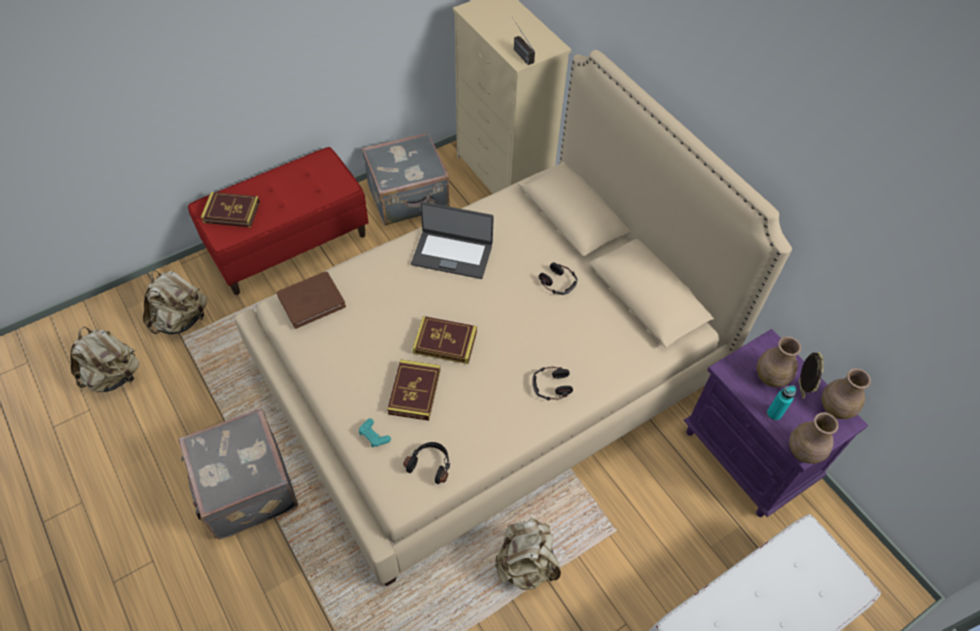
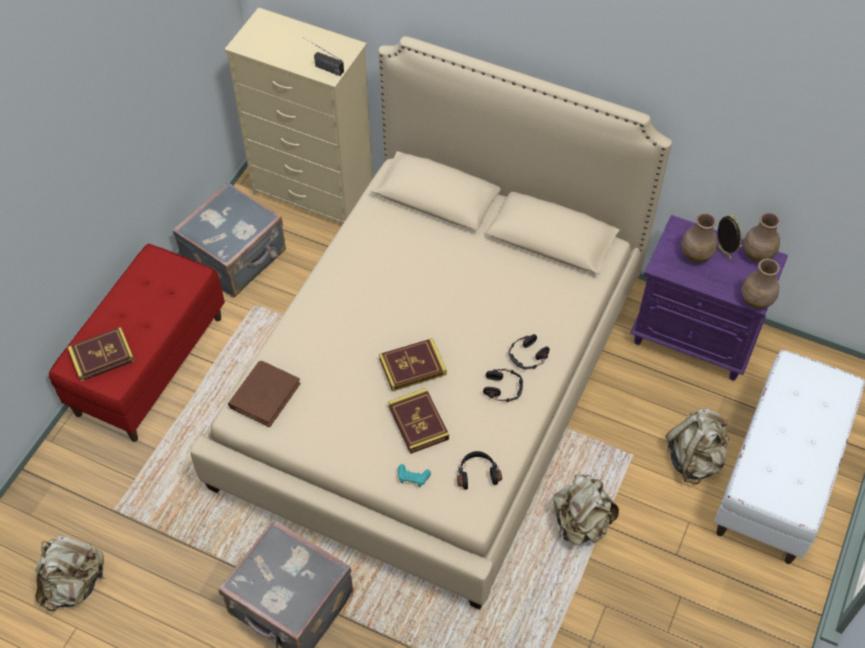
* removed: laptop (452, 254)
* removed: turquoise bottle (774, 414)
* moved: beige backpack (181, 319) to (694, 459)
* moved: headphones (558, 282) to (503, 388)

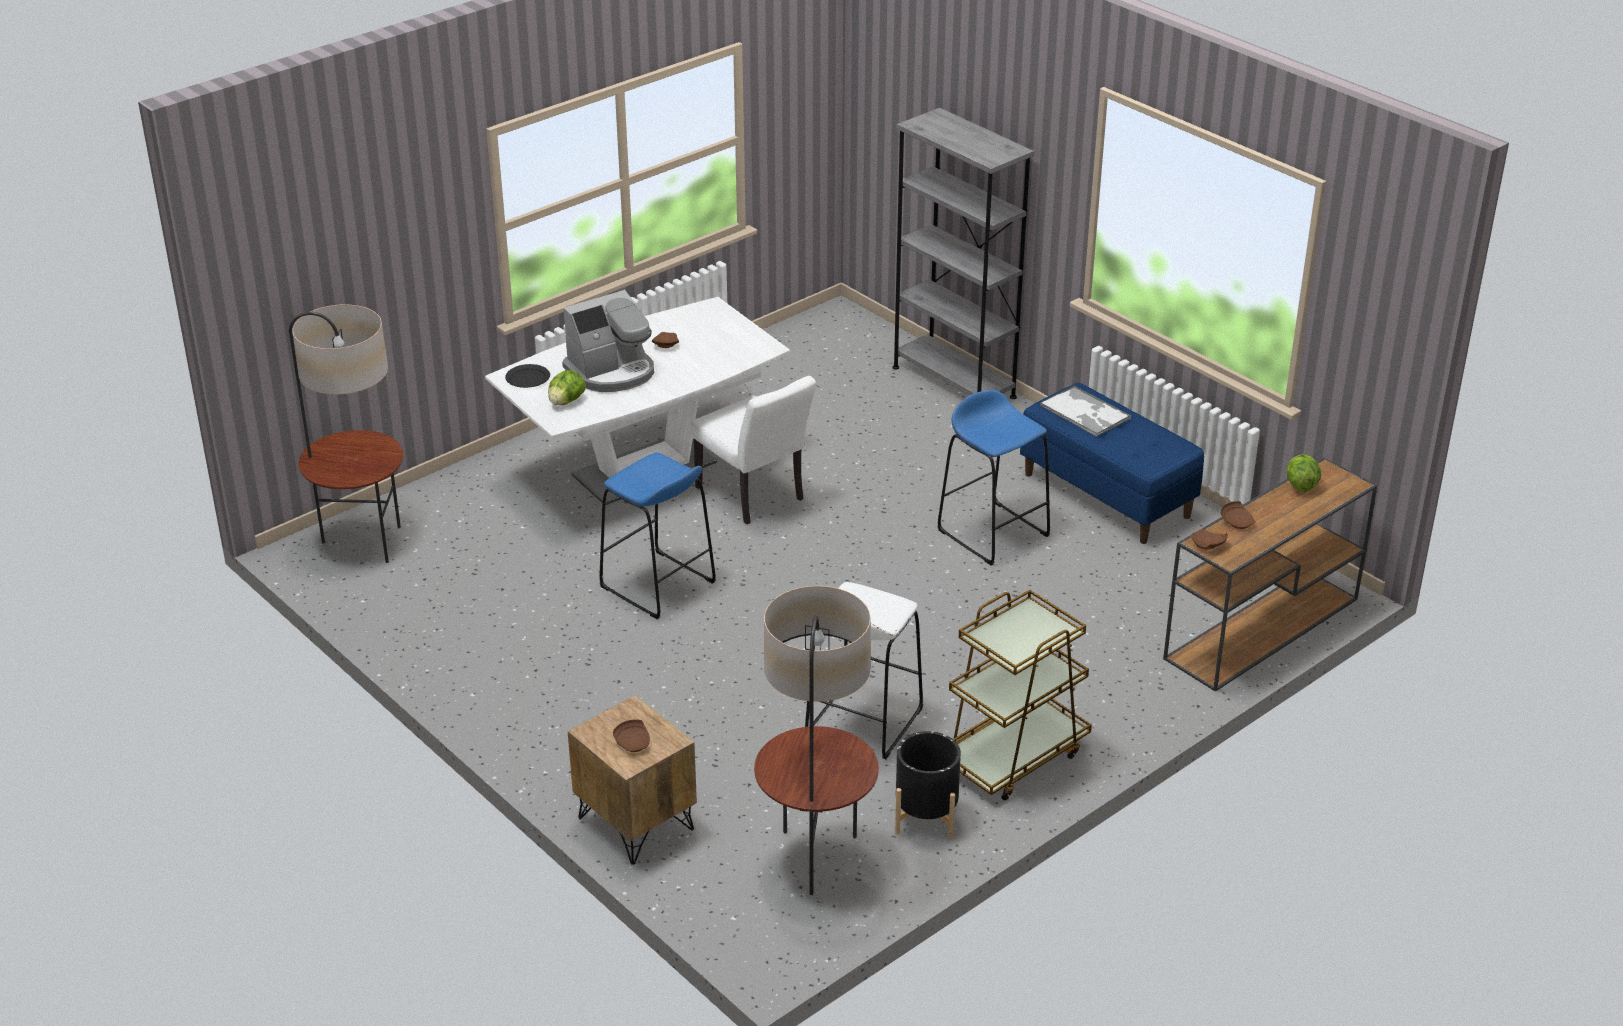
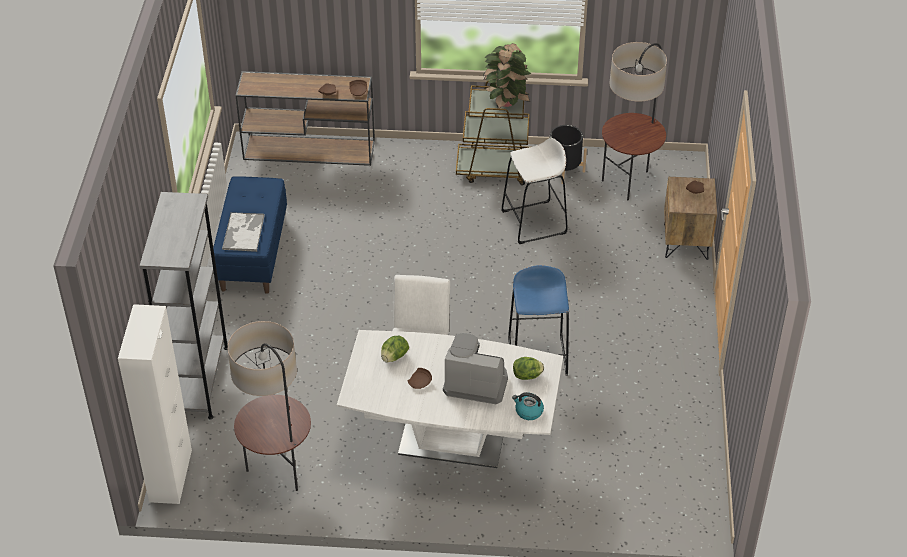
* removed: blue stool (993, 532)
* added: white cabinet (170, 476)
* added: potted plant (506, 103)
* moved: floor lamp (363, 543) to (278, 472)
* moved: lettuce (1300, 485) to (394, 357)
* replaced: black plate (527, 378) to kettle (528, 411)

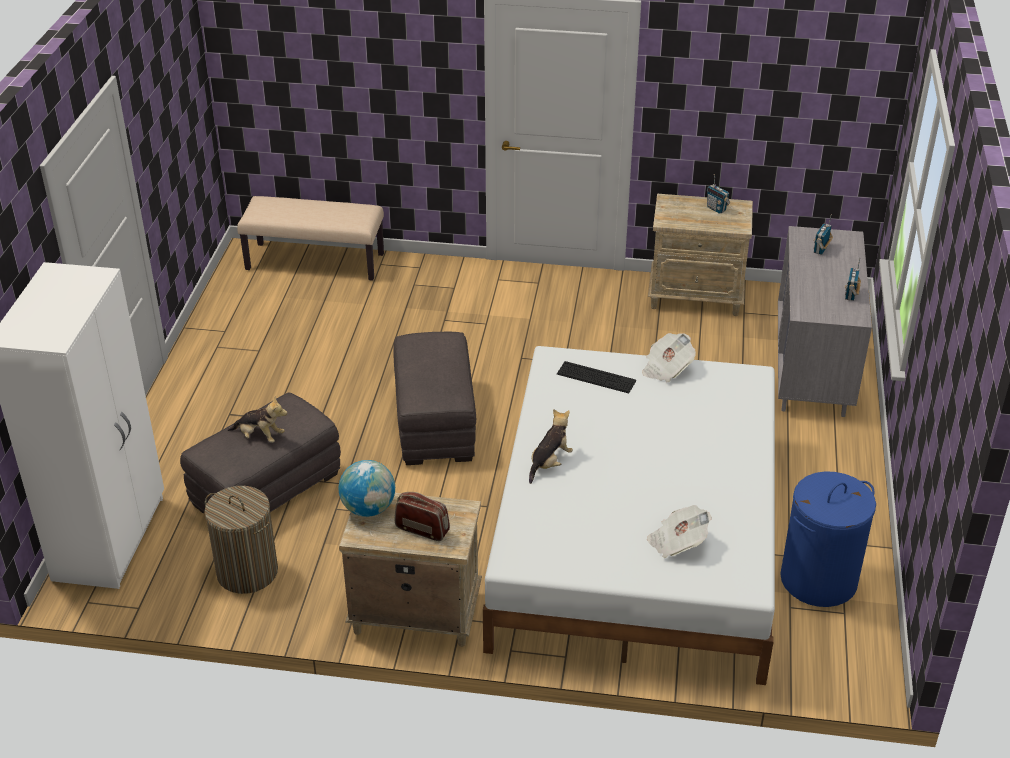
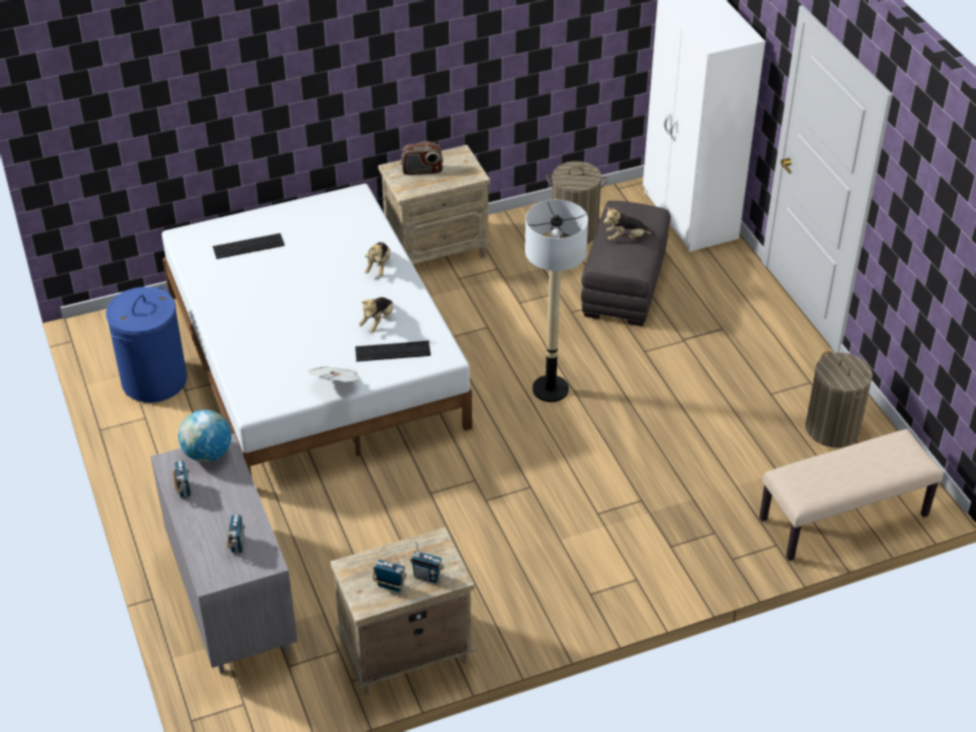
* added: plush toy (377, 322)
* added: radio (427, 576)
* added: laundry basket (832, 429)
* moved: globe (368, 508) to (207, 454)
* replaced: grey ottoman (434, 422) to floor lamp (550, 389)
* replaced: newspaper (677, 542) to keyboard (248, 246)

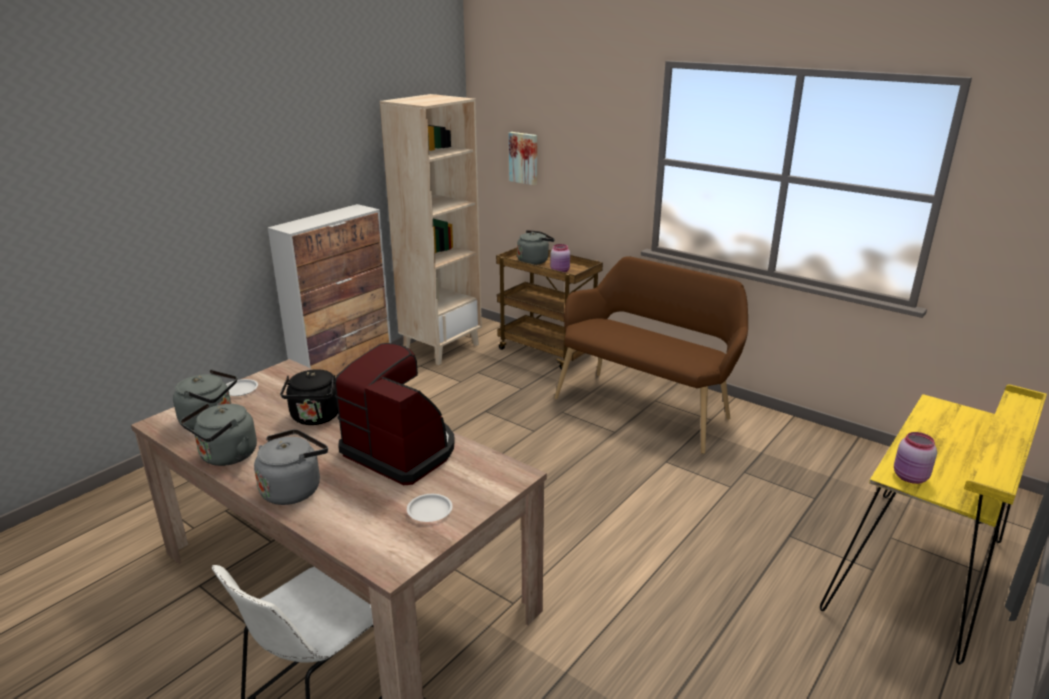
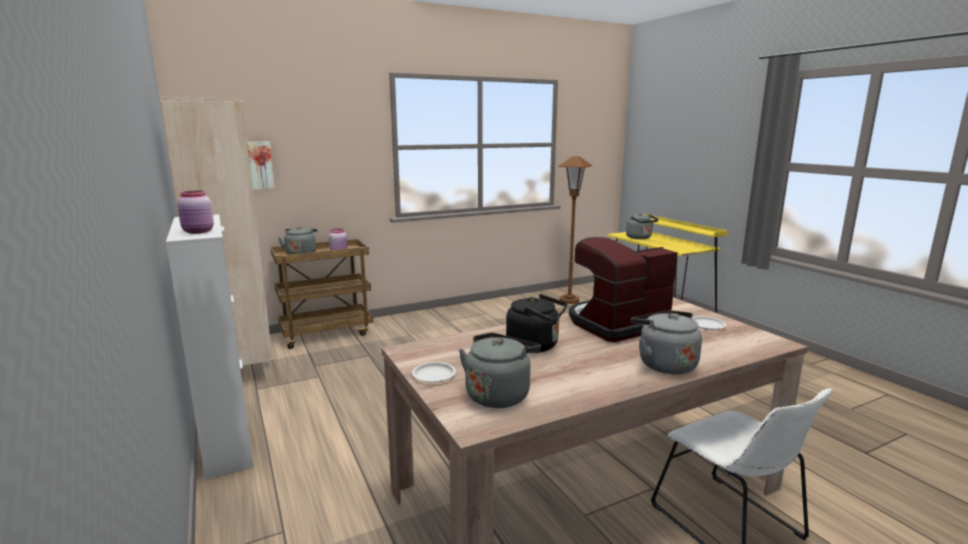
* removed: brown bench (647, 406)
* added: brown floor lamp (569, 300)
* moved: grey kettle (226, 457) to (640, 238)
* moved: pink jar (910, 478) to (198, 232)

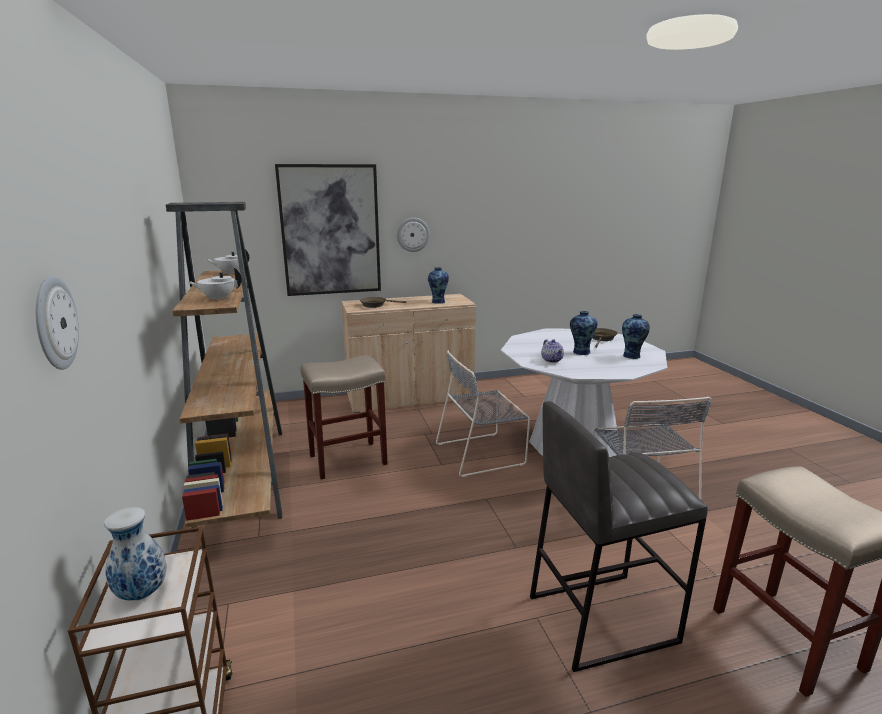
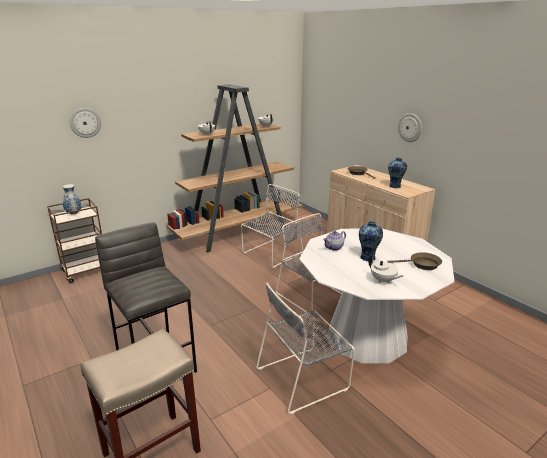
* removed: picture (330, 230)
* replaced: beige stool (348, 459) to grey chair (271, 254)
* replaced: vase (632, 356) to white teapot (383, 280)

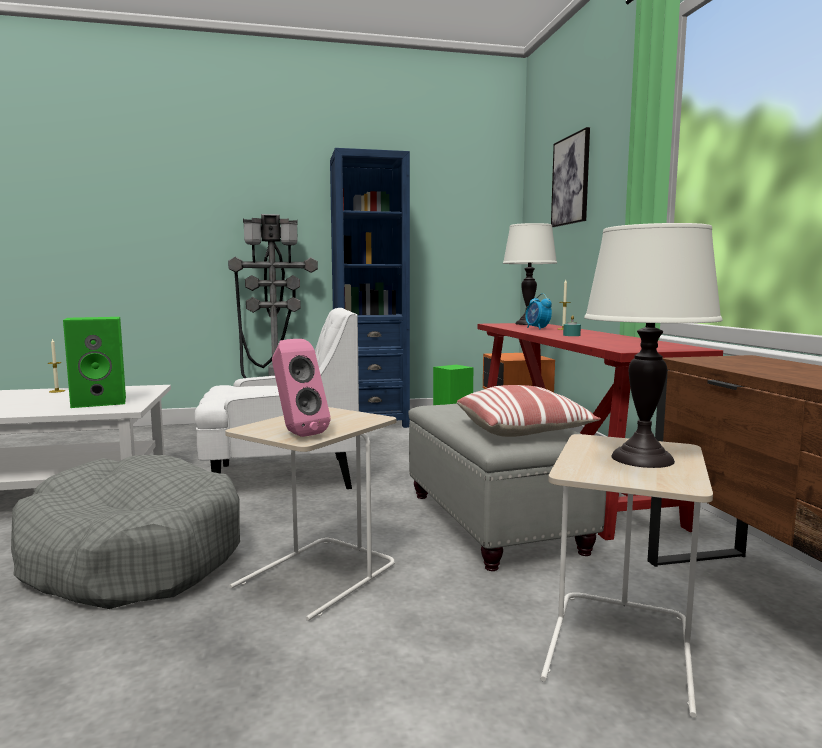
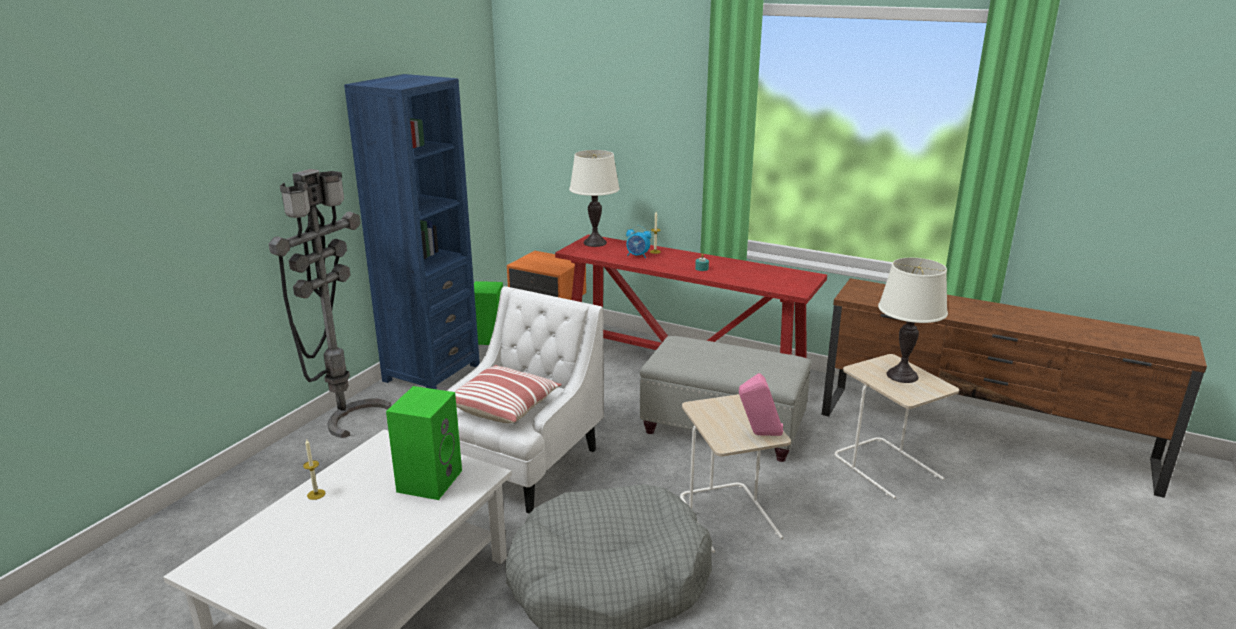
* removed: picture (571, 180)
* moved: pillow (523, 431) to (504, 406)

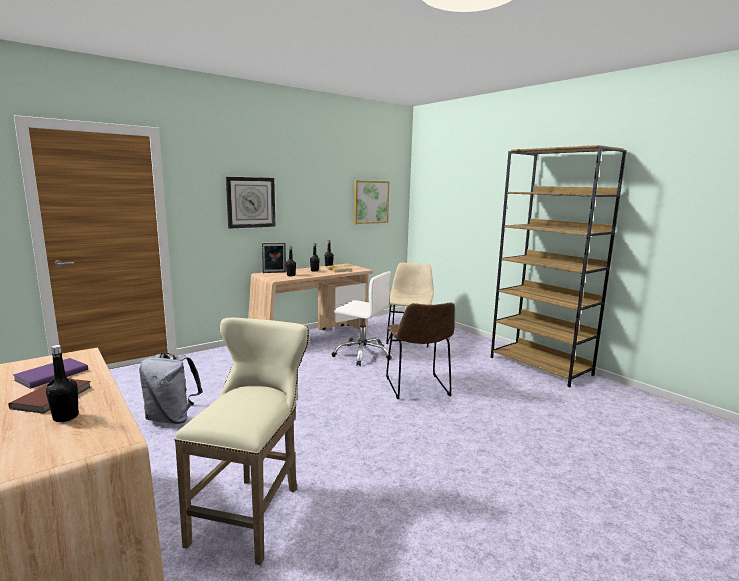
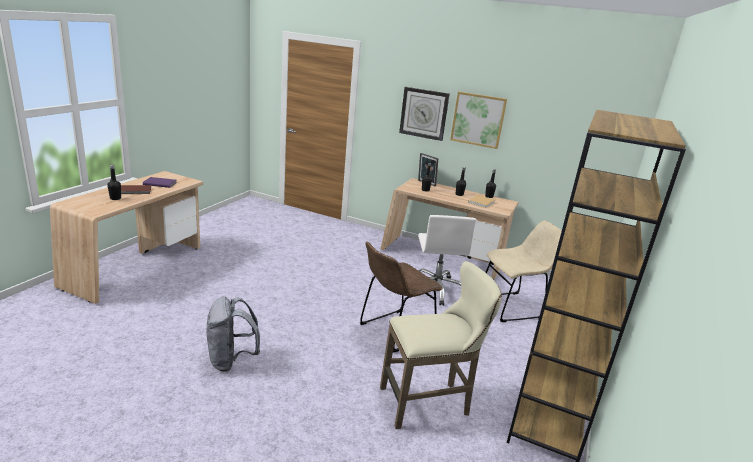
* moved: grey backpack (172, 418) to (231, 360)
* moved: beige stool (252, 511) to (429, 403)
* moved: picture (370, 202) to (478, 120)

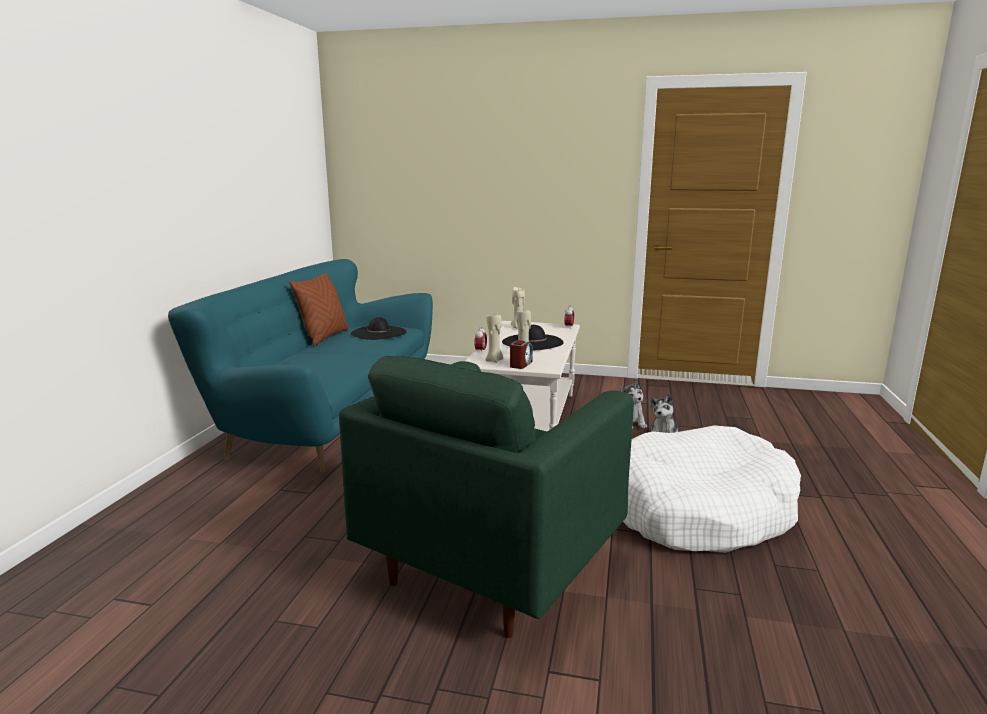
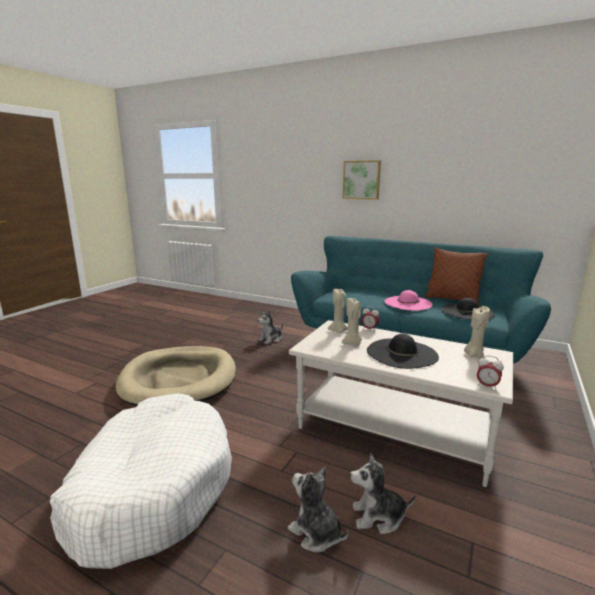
* removed: alarm clock (521, 364)
* added: plush toy (270, 339)
* added: picture (361, 180)
* added: pink hat (408, 303)
* replaced: green armchair (491, 566) to beige dog bed (179, 380)

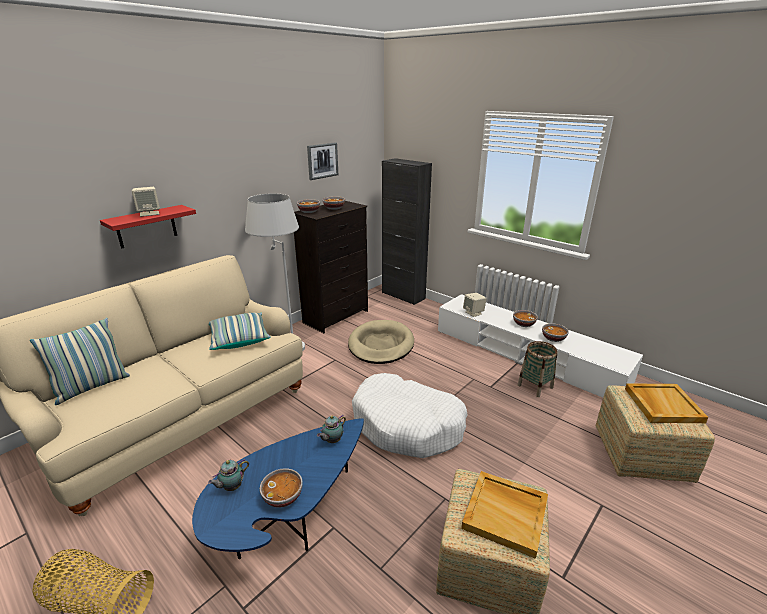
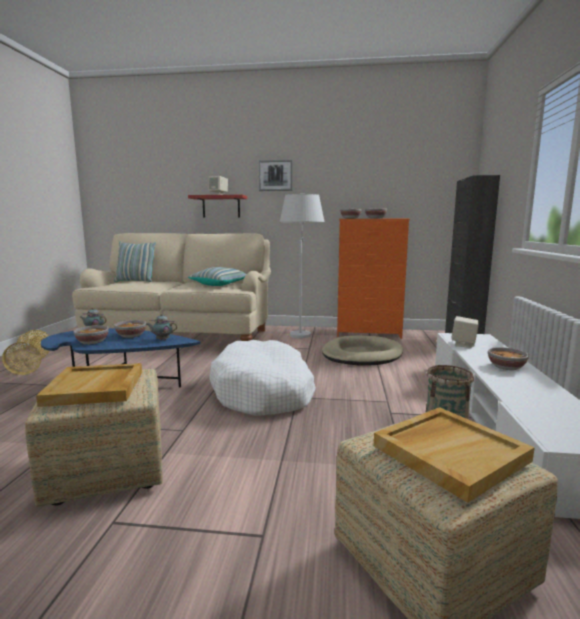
* moved: picture (322, 160) to (275, 175)
* moved: bowl (553, 338) to (131, 336)
* recoloured: black dresser (336, 316) to orange dresser (368, 333)

